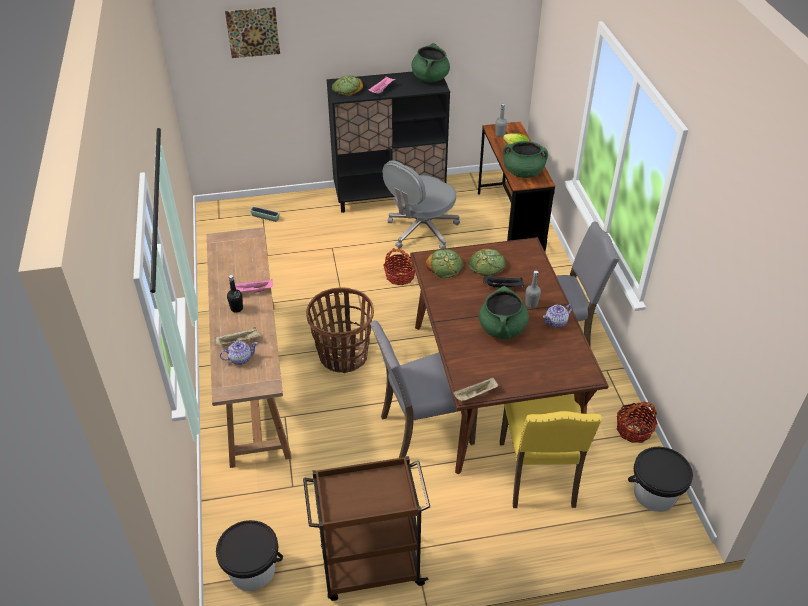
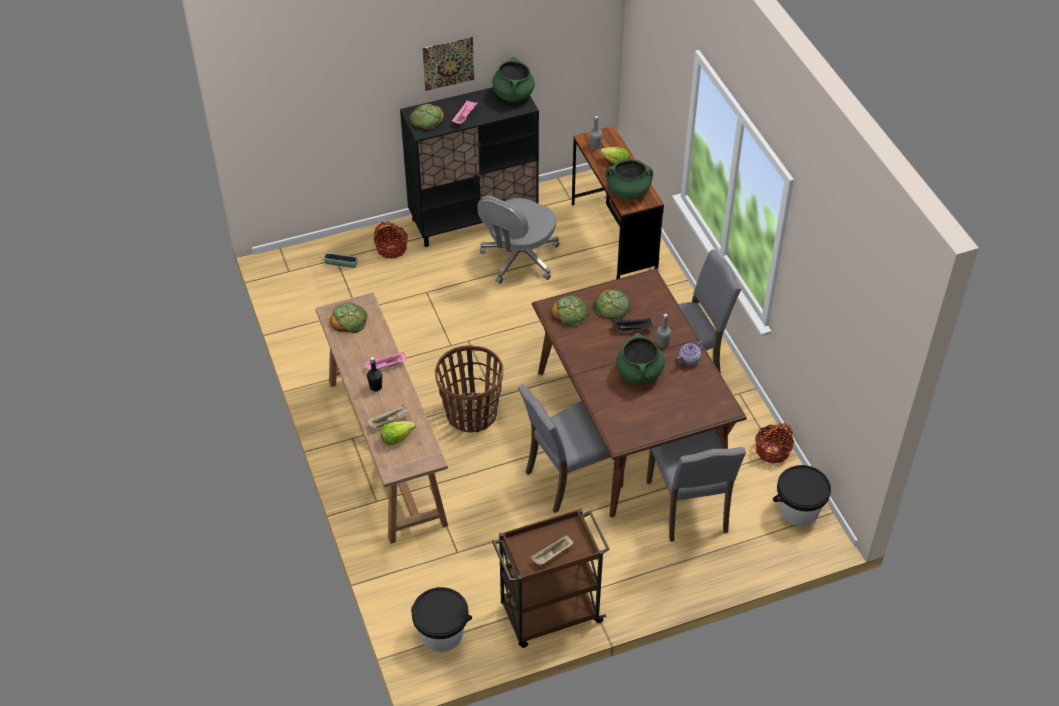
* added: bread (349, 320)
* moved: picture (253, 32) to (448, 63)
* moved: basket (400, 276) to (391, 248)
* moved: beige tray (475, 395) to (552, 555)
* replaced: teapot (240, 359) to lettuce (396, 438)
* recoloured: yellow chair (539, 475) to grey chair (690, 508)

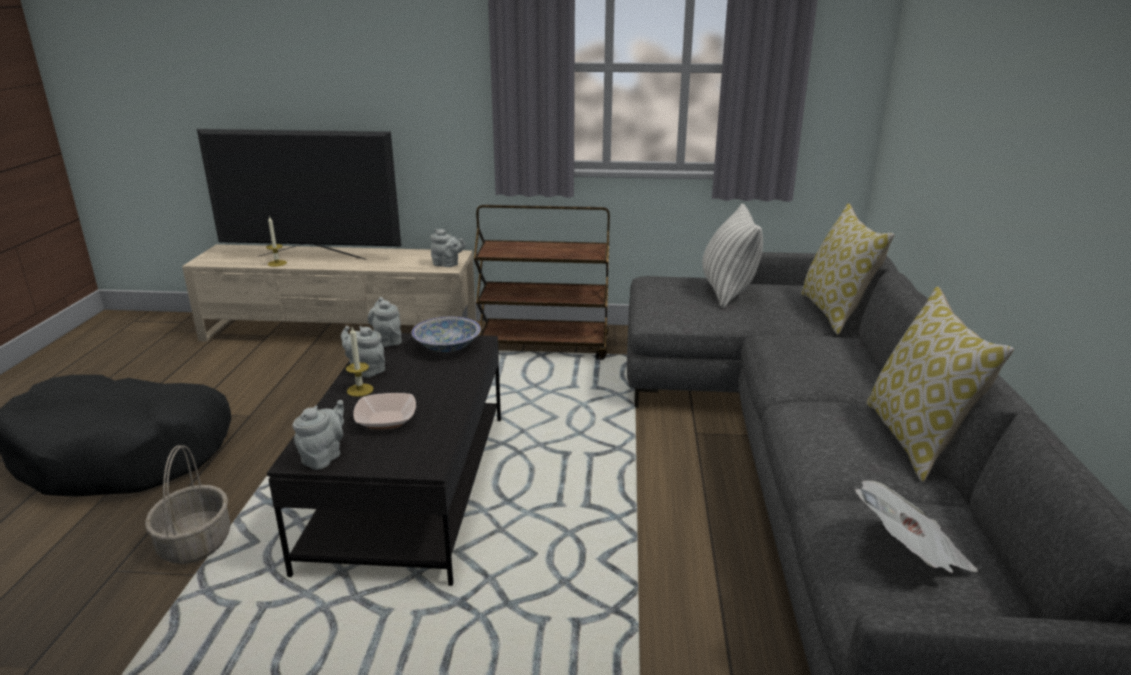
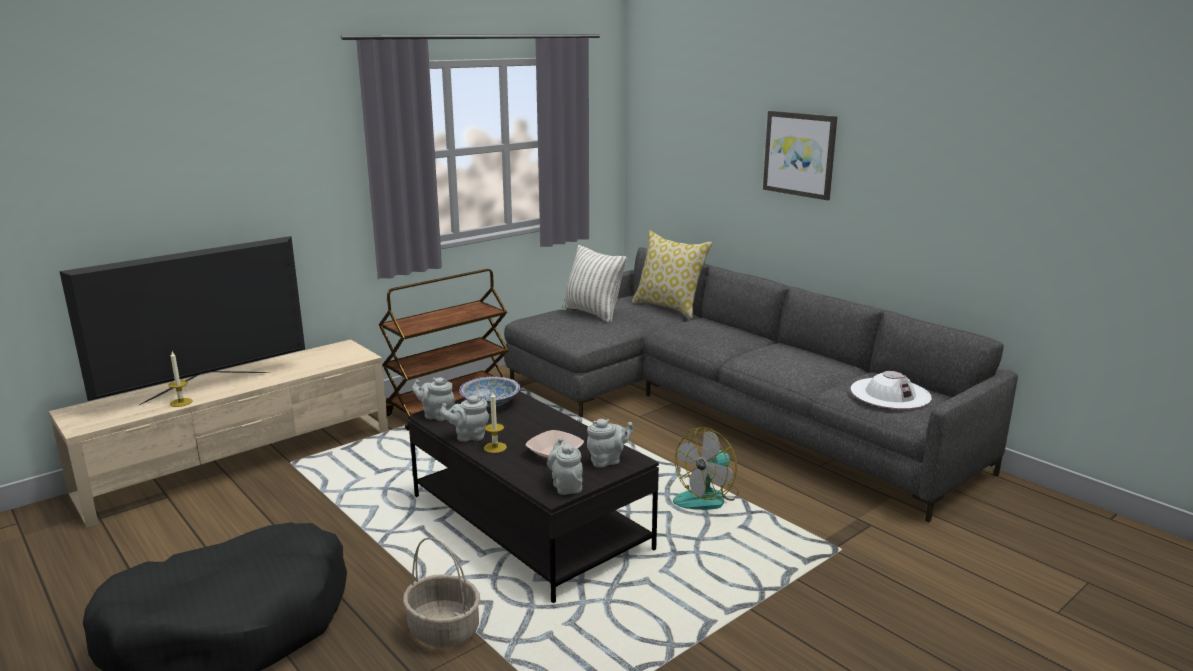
* removed: pillow (916, 440)
* added: fan (707, 497)
* added: picture (800, 154)
* moved: grey teapot (447, 265) to (607, 461)
* replaced: newspaper (910, 553) to white hat (890, 394)

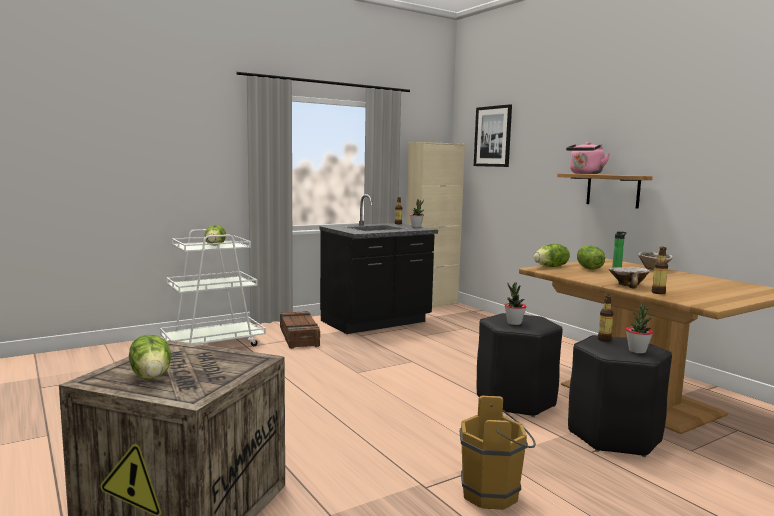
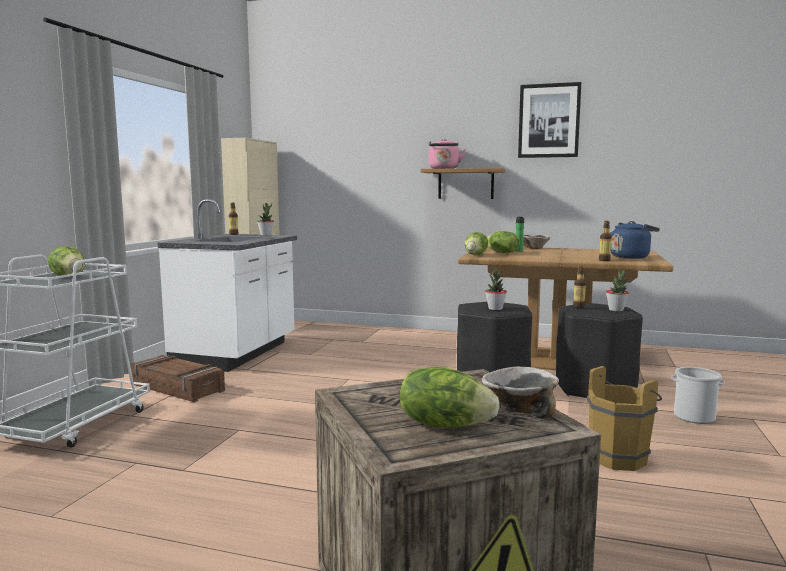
* added: blue kettle (631, 257)
* added: bucket (694, 417)
* moved: picture (493, 136) to (549, 121)
* moved: bowl (627, 285) to (518, 409)
* recoloured: black counter (376, 322) to white counter (237, 353)

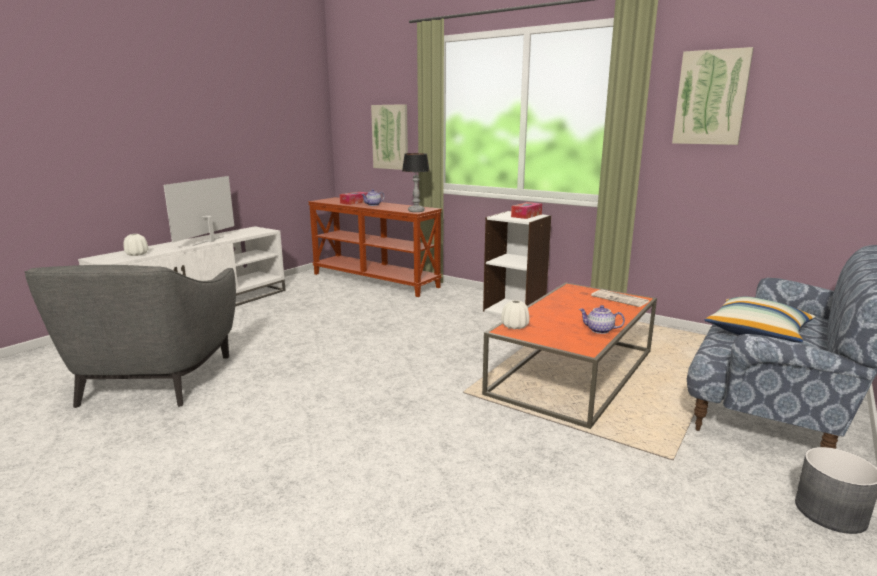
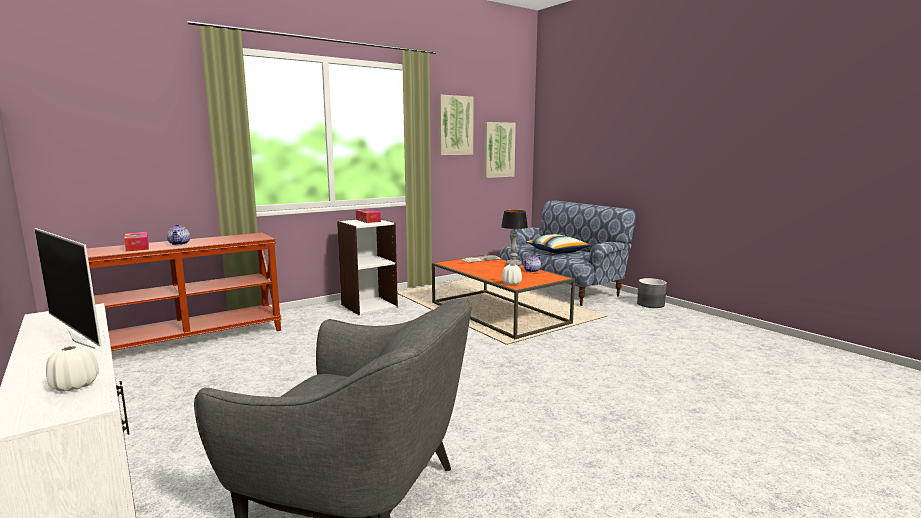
* moved: picture (390, 137) to (499, 150)
* moved: table lamp (416, 211) to (513, 264)

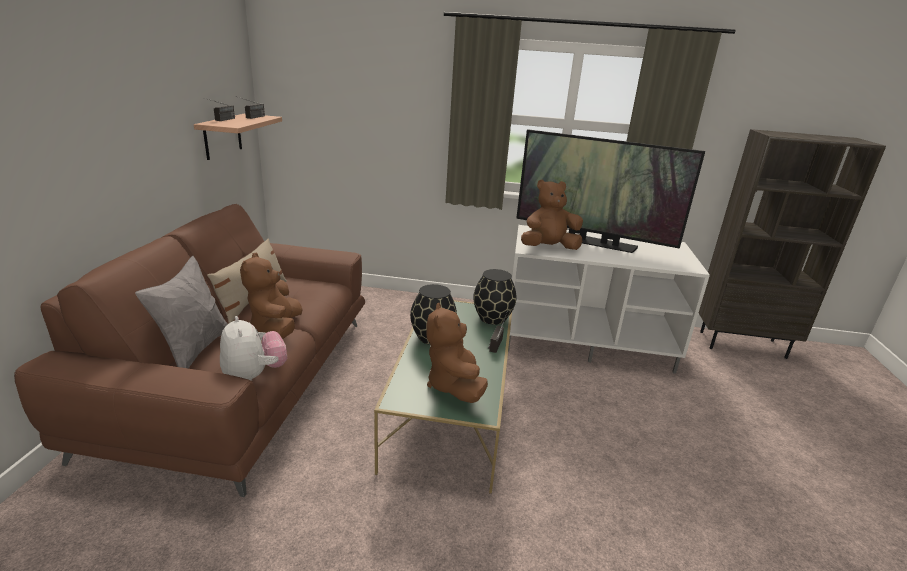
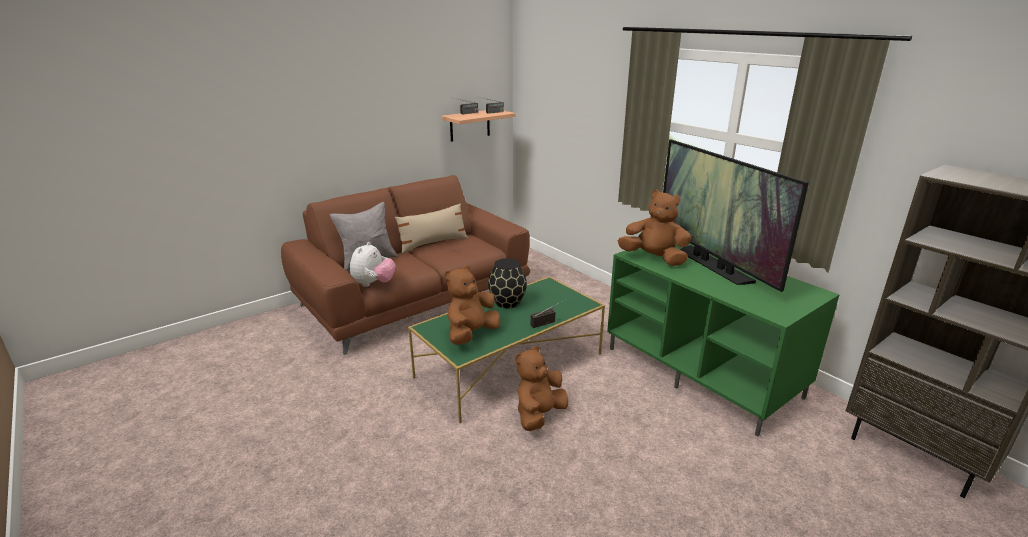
* removed: black vase (492, 318)
* moved: brown plush toy (276, 329) to (539, 415)
* recoloured: white tv stand (587, 341) to green tv stand (703, 372)

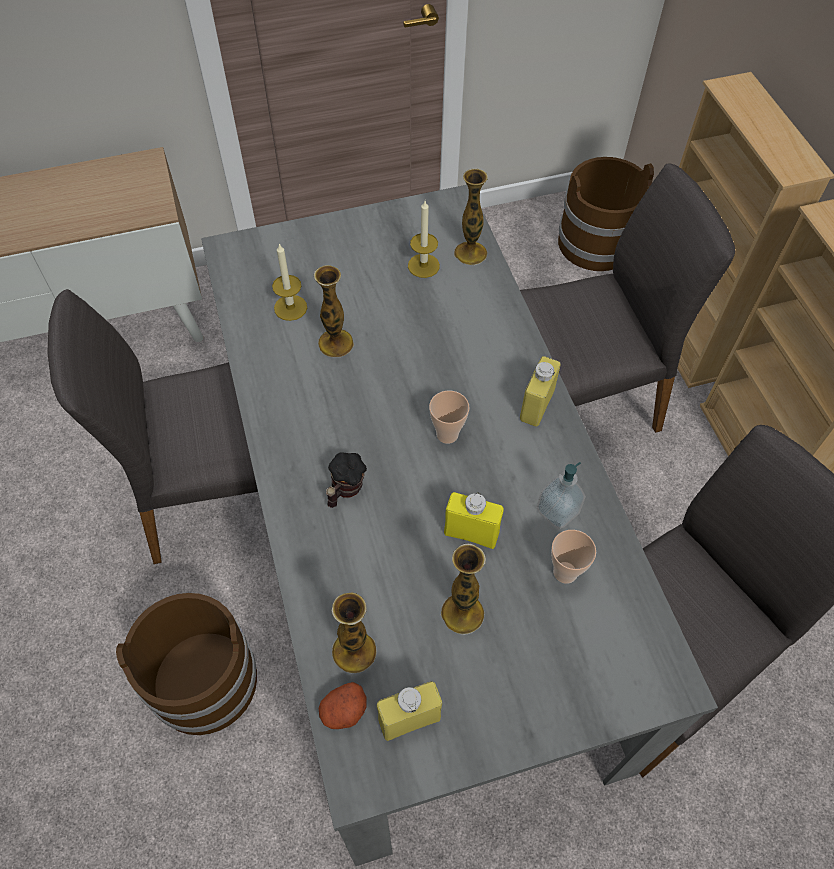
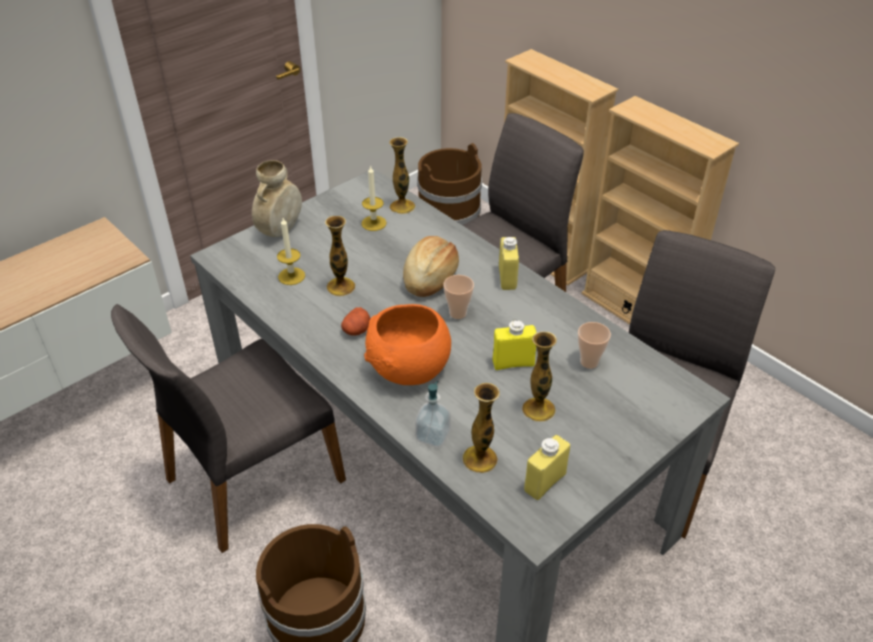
* added: beige vase (280, 231)
* added: bread (430, 277)
* moved: potato (344, 711) to (356, 330)
* moved: soap dispenser (557, 511) to (433, 436)
* replaced: mug (344, 490) to orange bowl (407, 369)

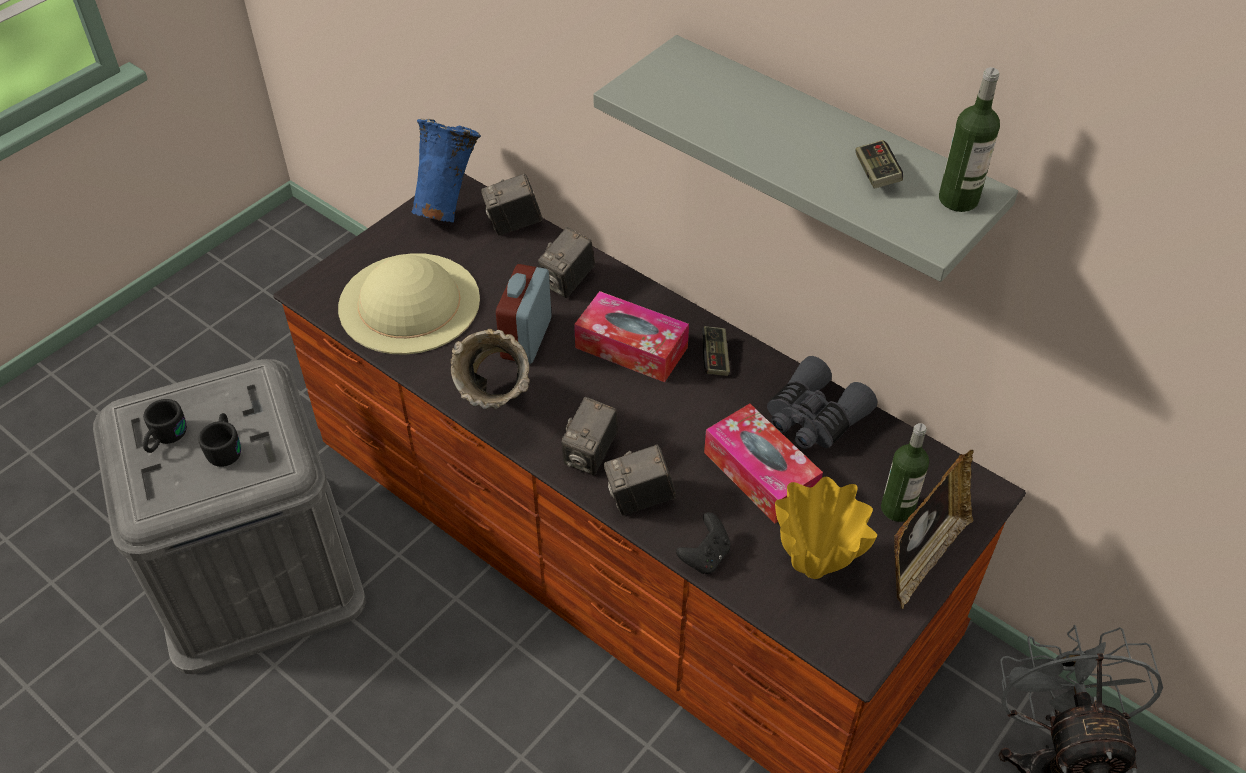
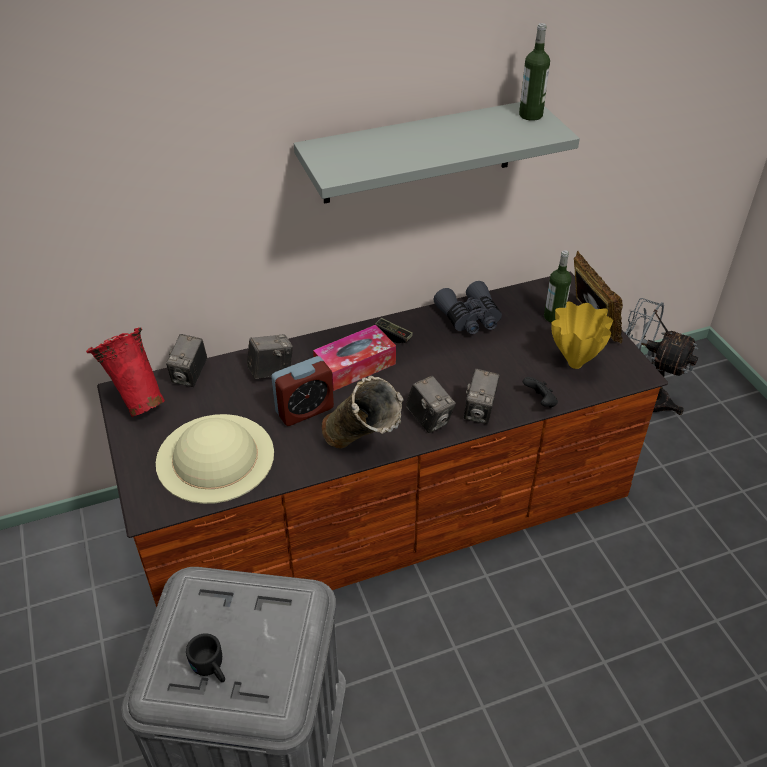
* removed: black mug (226, 447)
* removed: tissue box (760, 473)
* removed: game controller (876, 174)
* recoloured: blue vase (449, 206) to red vase (136, 400)
* turned: alarm clock (526, 338) = (304, 410) 75 degrees counterclockwise
* turned: photo camera (568, 282) = (271, 371) 90 degrees counterclockwise

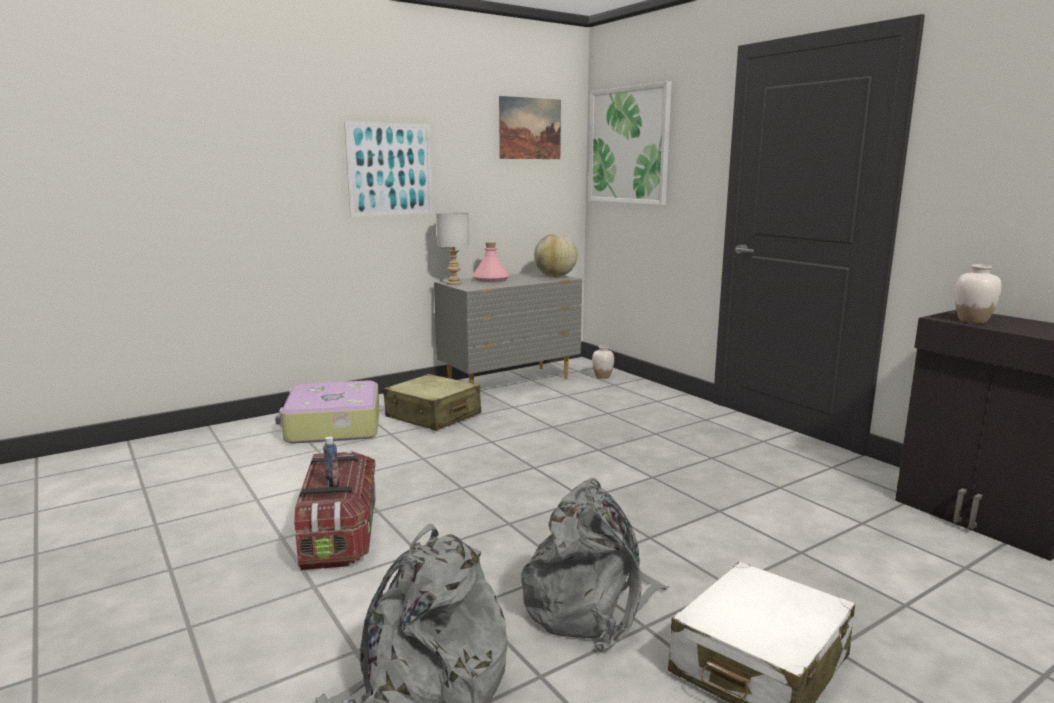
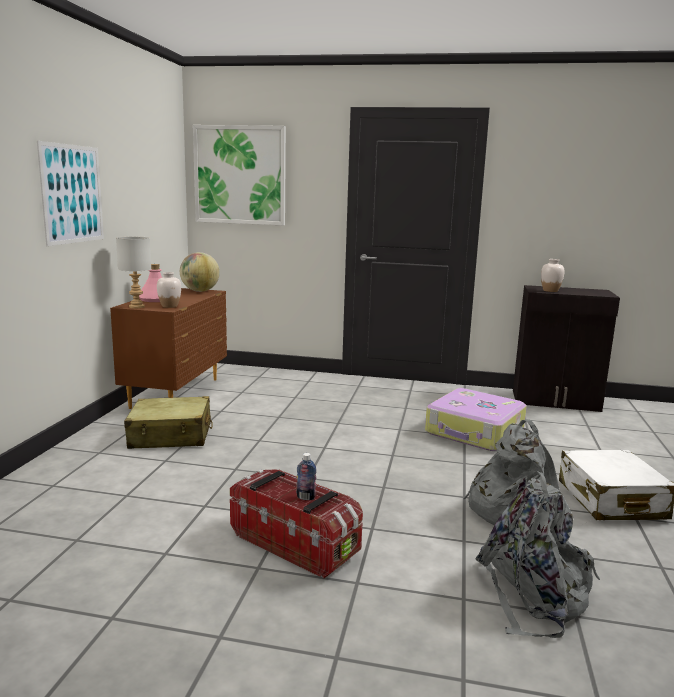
* removed: picture (530, 128)
* moved: suitcase (332, 426) to (474, 432)
* moved: white vase (602, 377) to (169, 306)
* recoloured: grey dresser (510, 382) to brown dresser (177, 393)

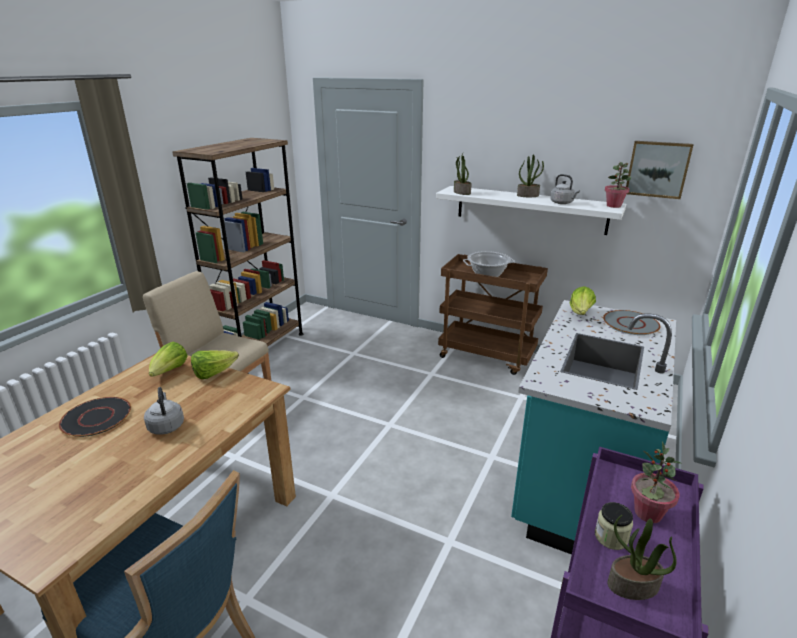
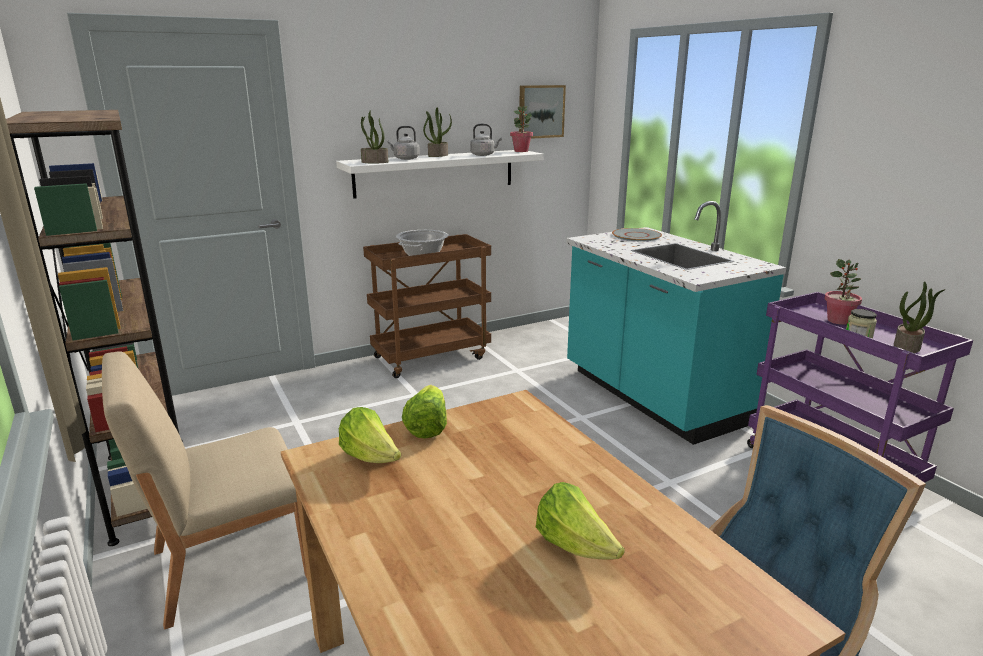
* removed: black plate (97, 417)
* moved: grey kettle (166, 426) to (405, 158)
* moved: lettuce (580, 313) to (575, 546)

